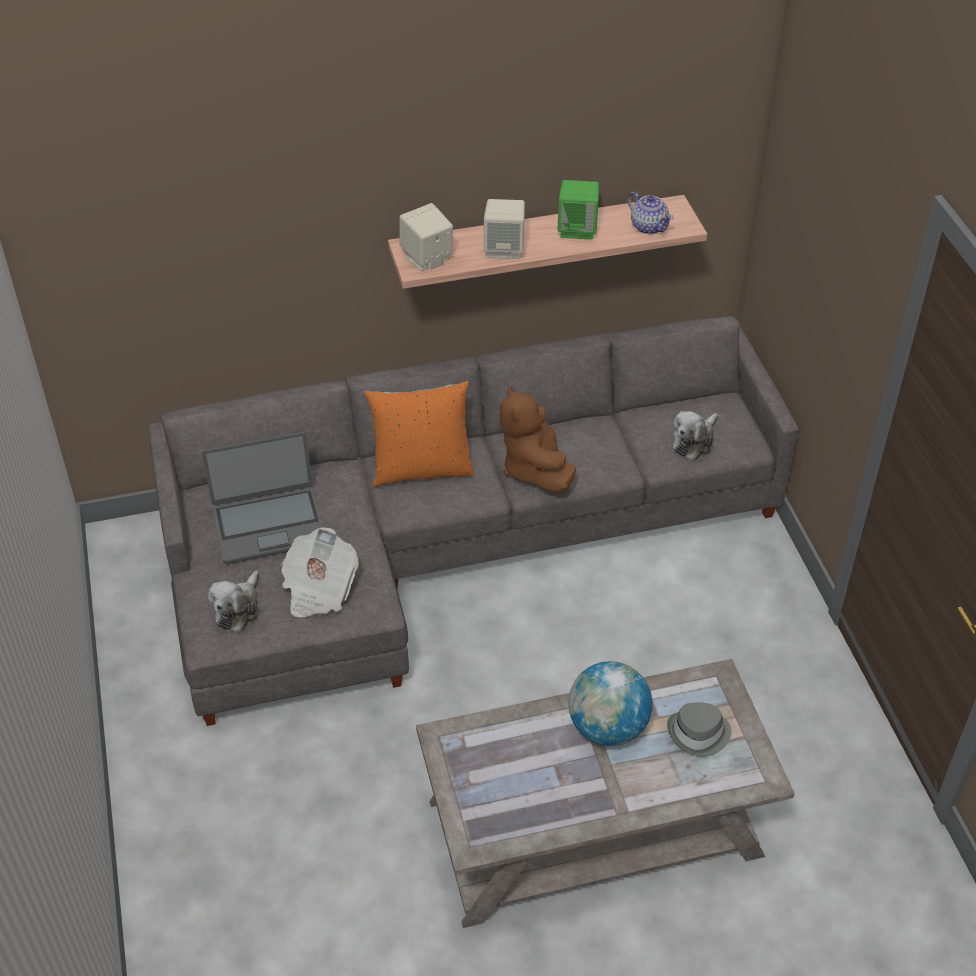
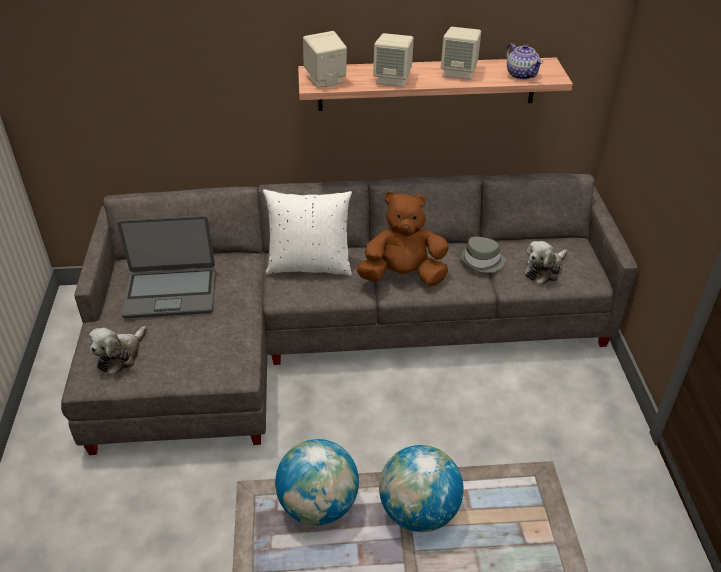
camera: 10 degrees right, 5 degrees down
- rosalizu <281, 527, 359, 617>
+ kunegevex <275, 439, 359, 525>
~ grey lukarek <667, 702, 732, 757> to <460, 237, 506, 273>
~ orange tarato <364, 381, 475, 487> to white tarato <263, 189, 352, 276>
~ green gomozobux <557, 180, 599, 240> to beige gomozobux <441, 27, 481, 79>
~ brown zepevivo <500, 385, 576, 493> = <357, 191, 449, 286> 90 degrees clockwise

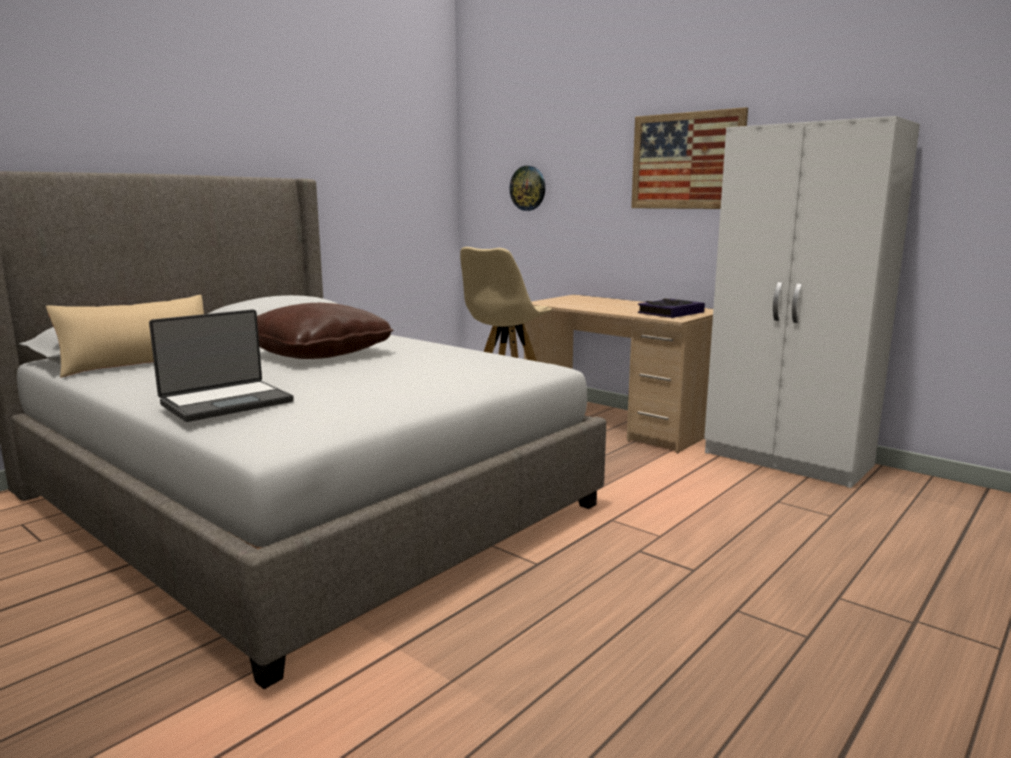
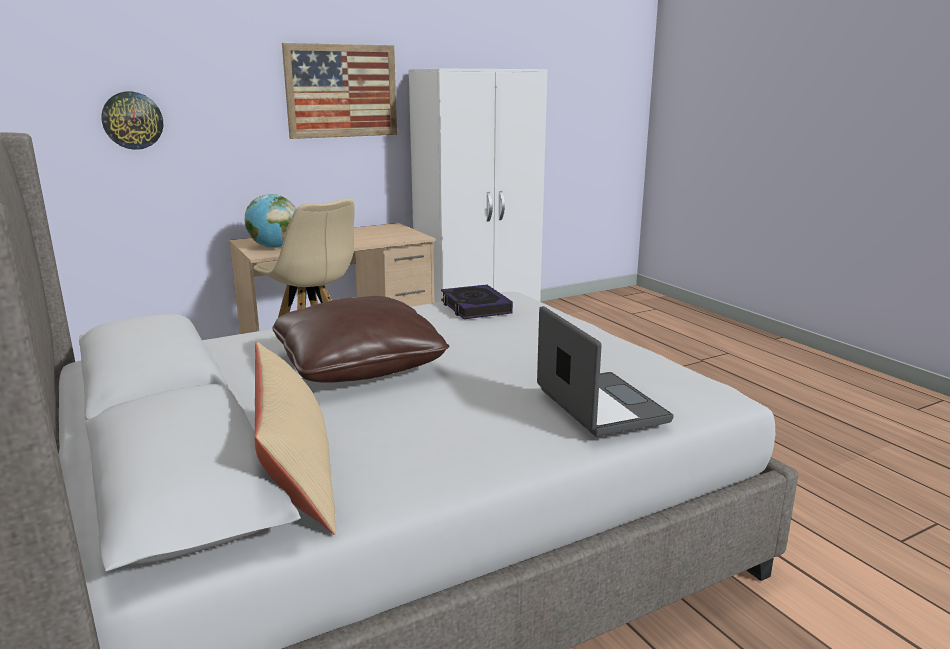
camera: 70 degrees left, 5 degrees up
+ kunegevex <245, 194, 296, 248>
~ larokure <638, 299, 705, 318> to <441, 285, 513, 319>

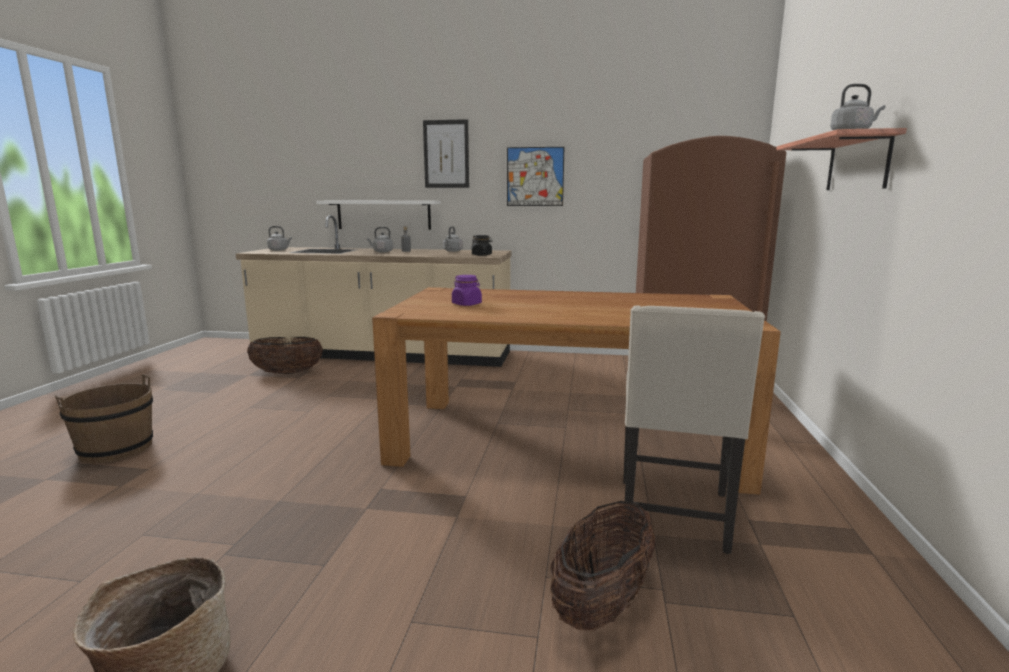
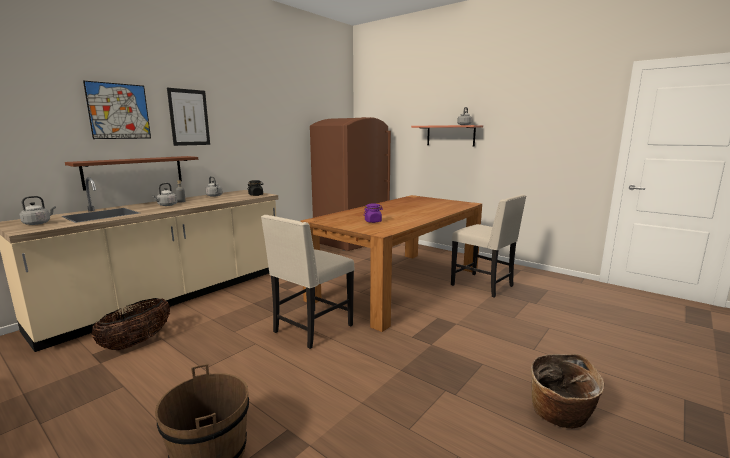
camera: 60 degrees left, 0 degrees up
- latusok <550, 501, 656, 631>
+ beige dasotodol <261, 215, 354, 349>
~ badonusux <507, 147, 564, 206> to <83, 81, 151, 139>
~ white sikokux <316, 201, 440, 230> to brown sikokux <65, 156, 198, 191>

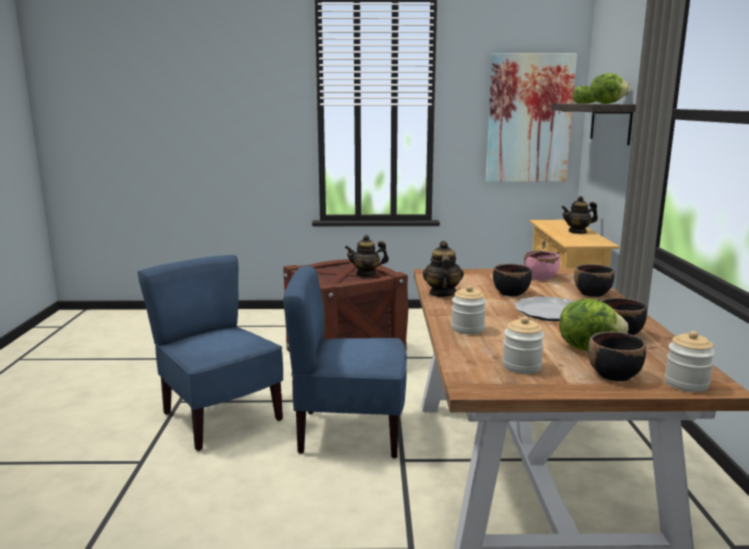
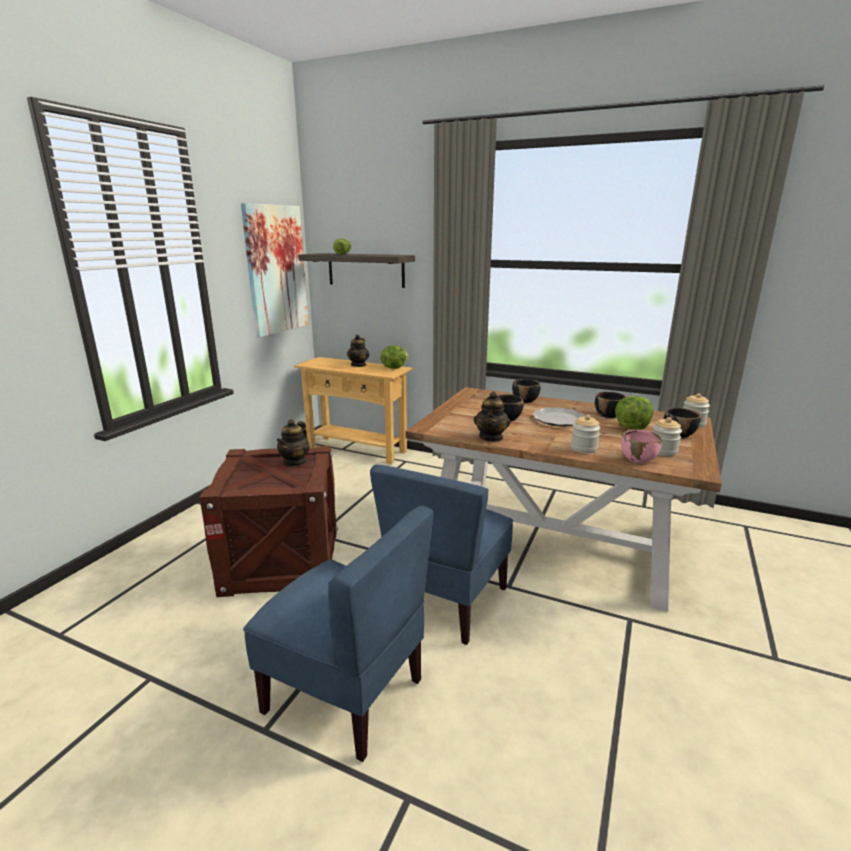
camera: 65 degrees left, 5 degrees up
~ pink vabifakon <524, 251, 560, 280> to <621, 430, 662, 464>
~ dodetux <590, 73, 630, 104> to <381, 346, 408, 369>
~ blue dasotodol <138, 255, 283, 451> = <243, 506, 434, 762> 135 degrees counterclockwise
~ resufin <423, 241, 464, 297> = <474, 392, 510, 442> 105 degrees counterclockwise

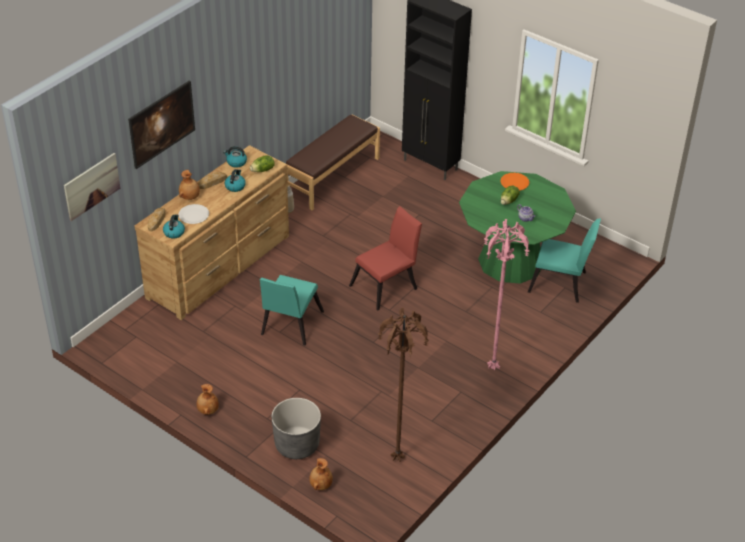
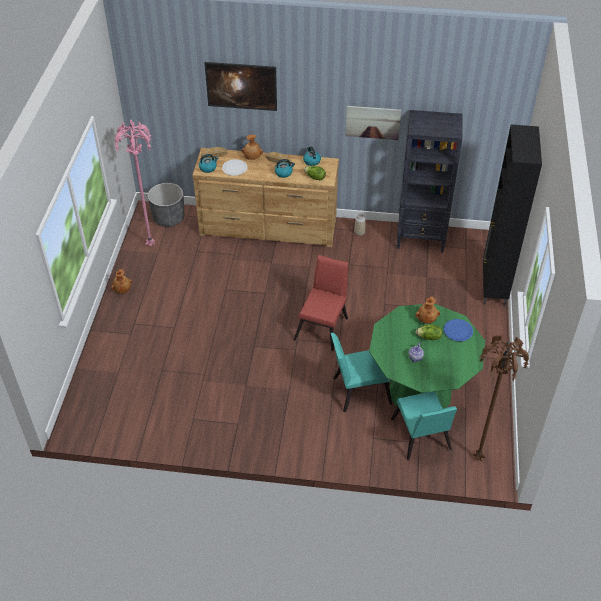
camera: 60 degrees right, 5 degrees up
~ badonusux <64, 153, 120, 221> to <346, 106, 401, 140>
~ turquoise dasotodol <260, 275, 324, 345> to <331, 333, 392, 412>
~ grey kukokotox <271, 398, 321, 459> to <148, 183, 185, 227>
~ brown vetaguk <309, 458, 333, 490> to <415, 296, 440, 324>
~ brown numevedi <378, 308, 429, 461> to <472, 335, 529, 462>
~ pink numevedi <484, 219, 530, 371> to <115, 120, 155, 246>
~ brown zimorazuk <285, 115, 380, 211> to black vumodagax <397, 110, 463, 252>
~ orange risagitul <500, 173, 529, 191> to blue risagitul <444, 319, 473, 341>
~ red dasotodol <349, 206, 422, 311> = <294, 255, 348, 351> 90 degrees counterclockwise

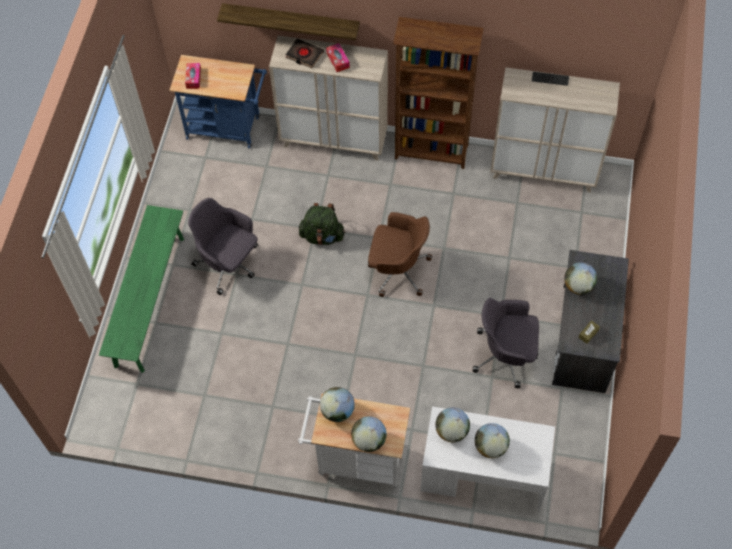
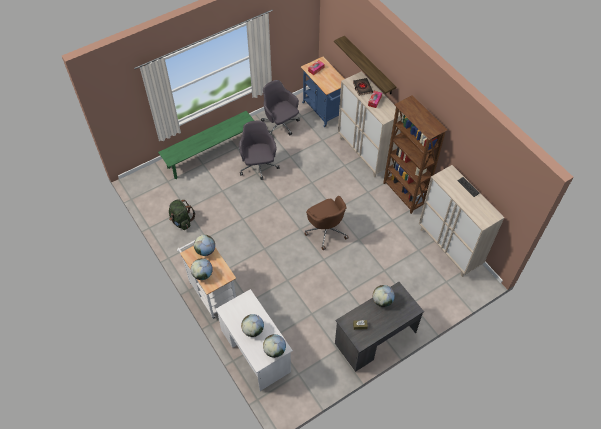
camera: 45 degrees right, 5 degrees down
~ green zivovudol <299, 203, 345, 245> to <169, 199, 195, 230>
~ kunegevex <435, 408, 470, 442> to <263, 334, 286, 358>
~ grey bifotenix <473, 298, 539, 388> to <261, 80, 300, 135>

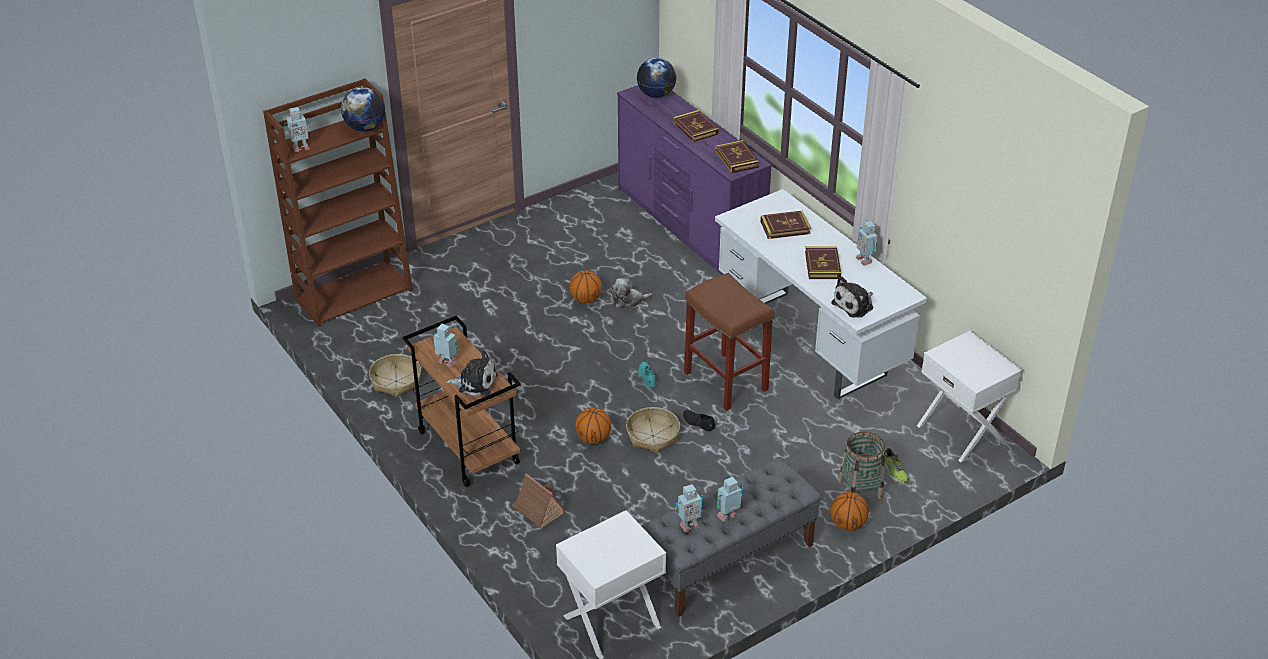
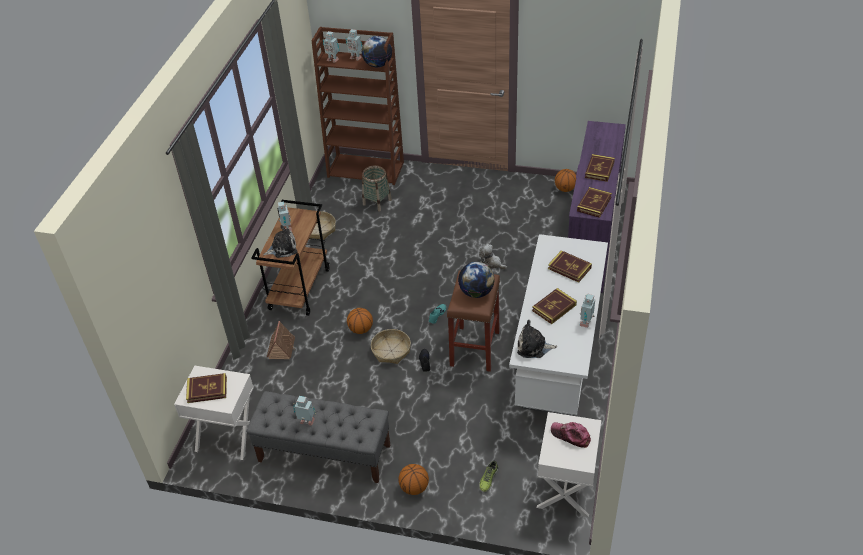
camera: 50 degrees right, 5 degrees up
+ larokure <186, 373, 227, 403>
+ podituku <551, 422, 591, 448>
~ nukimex <569, 270, 602, 303> to <555, 169, 576, 192>
~ kunegevex <637, 58, 677, 98> to <458, 262, 495, 298>
~ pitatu <675, 484, 703, 532> to <346, 29, 362, 60>
~ latusok <838, 432, 885, 499> to <362, 165, 392, 212>
~ zepevivo <446, 351, 497, 397> = <263, 225, 298, 258> 75 degrees counterclockwise

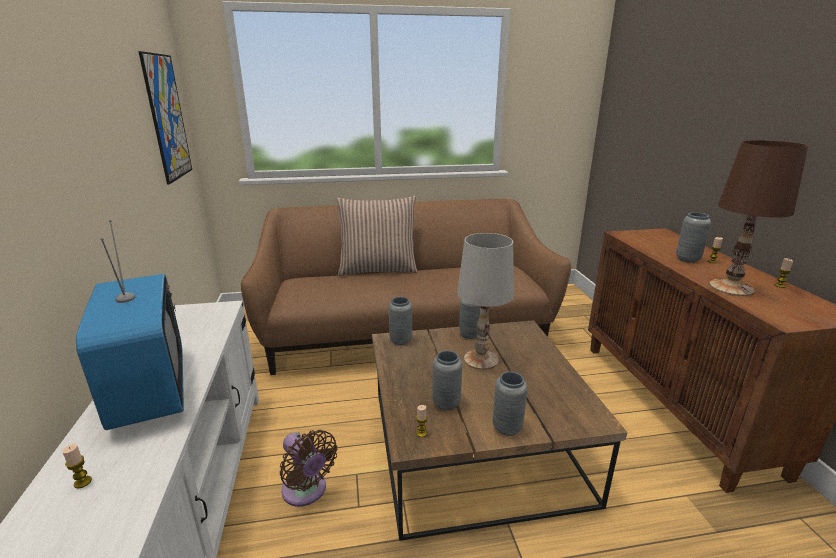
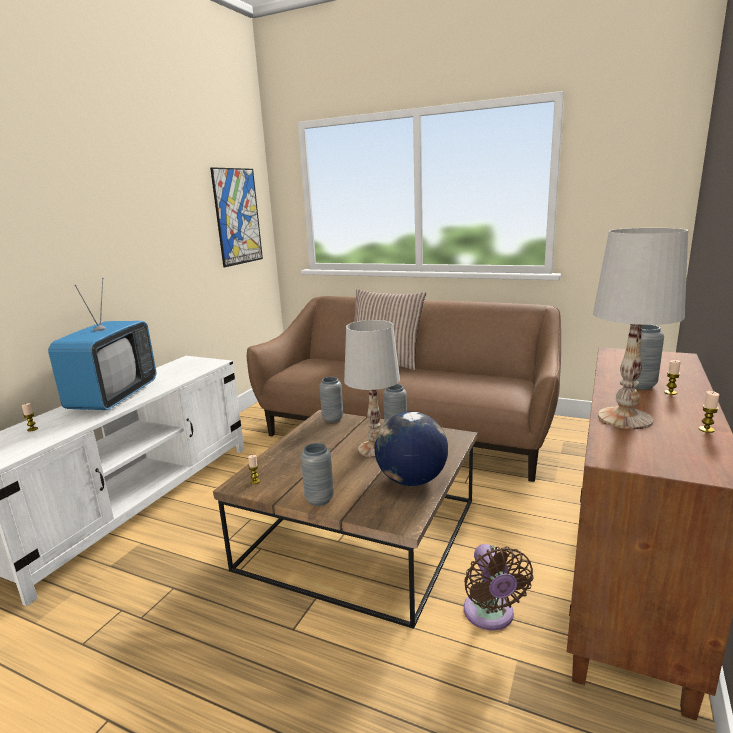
camera: 35 degrees right, 5 degrees down
- grey vetaguk <432, 351, 462, 410>
+ kunegevex <374, 412, 448, 486>
~ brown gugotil <280, 430, 338, 507> to <464, 544, 534, 630>
~ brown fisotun <709, 140, 808, 296> to white fisotun <593, 228, 688, 429>

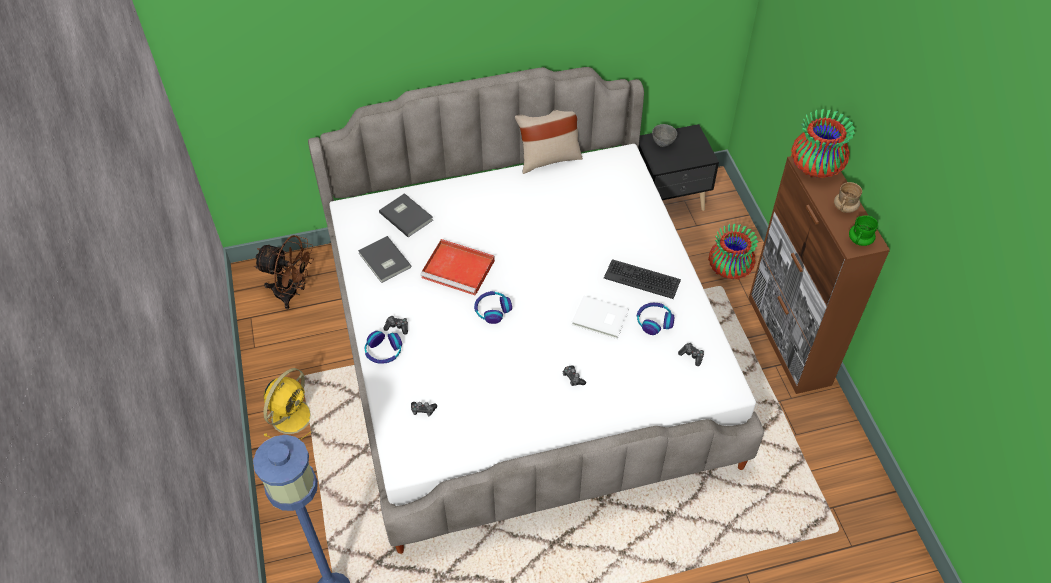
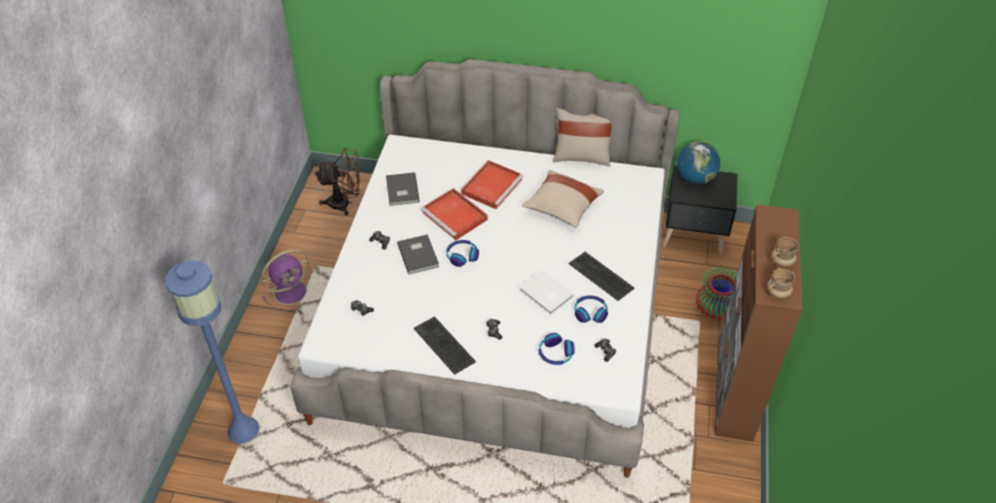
camera: 25 degrees right, 5 degrees down
- vetaguk <791, 109, 855, 178>
+ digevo <414, 316, 476, 375>
+ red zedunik <461, 160, 524, 209>
+ beige tarato <522, 170, 604, 228>
~ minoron <365, 331, 402, 364> to <538, 333, 575, 365>
~ grey larokure <379, 193, 433, 237> to <397, 234, 439, 274>
~ grey vabifakon <652, 124, 677, 147> to kunegevex <677, 141, 721, 184>
~ yellow gugotil <263, 368, 311, 440> to purple gugotil <261, 250, 310, 311>
~ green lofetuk <849, 215, 878, 246> to beige lofetuk <767, 268, 795, 298>
~ brown gugotil <254, 235, 314, 309> = <315, 148, 360, 215> 45 degrees counterclockwise

